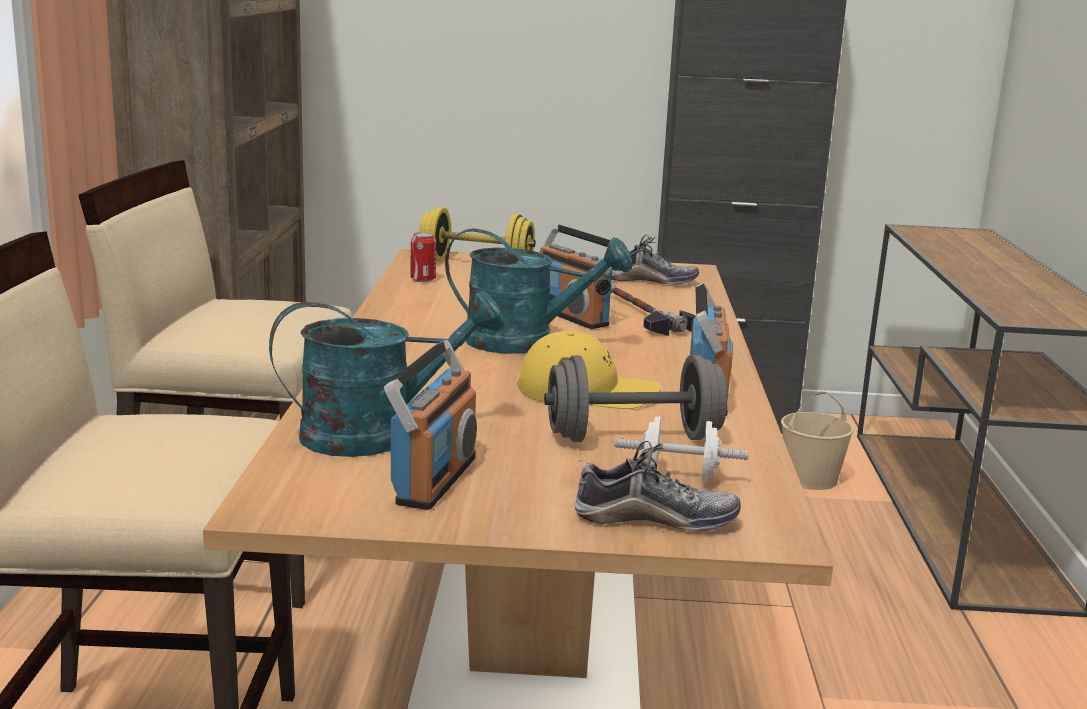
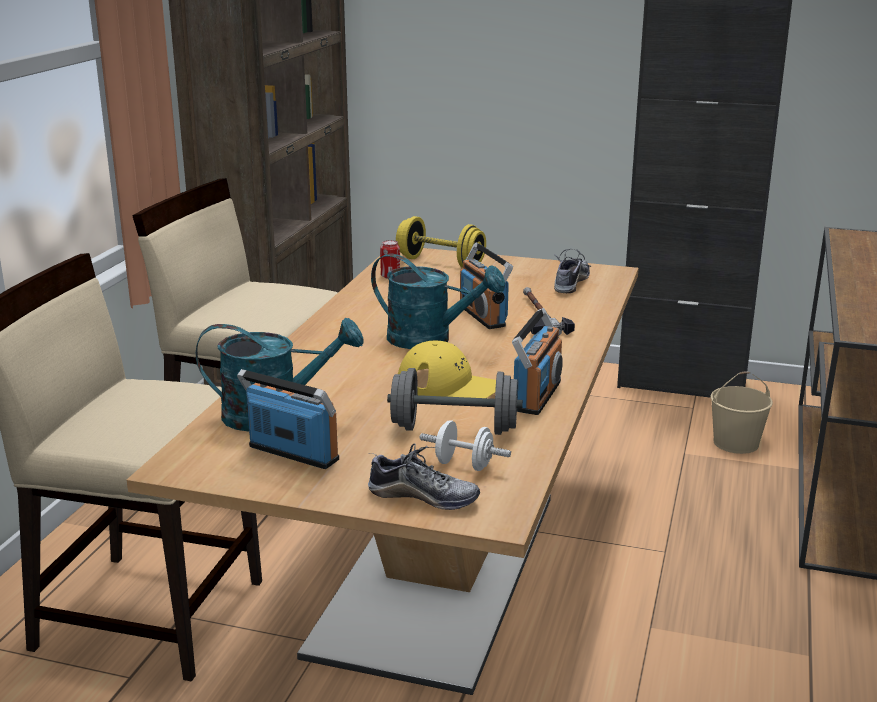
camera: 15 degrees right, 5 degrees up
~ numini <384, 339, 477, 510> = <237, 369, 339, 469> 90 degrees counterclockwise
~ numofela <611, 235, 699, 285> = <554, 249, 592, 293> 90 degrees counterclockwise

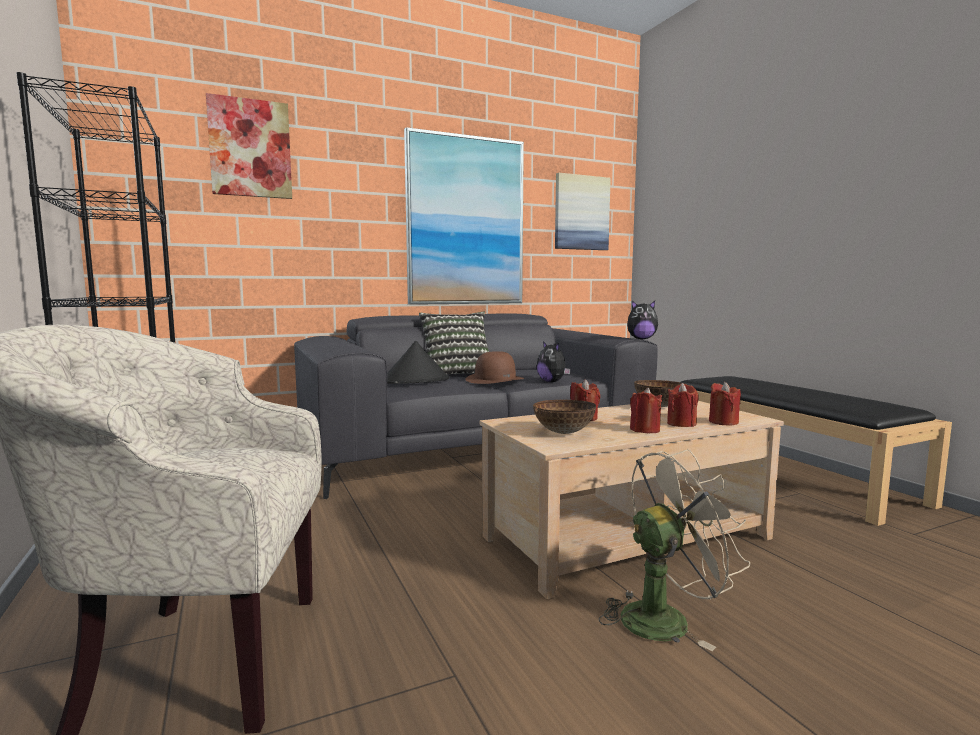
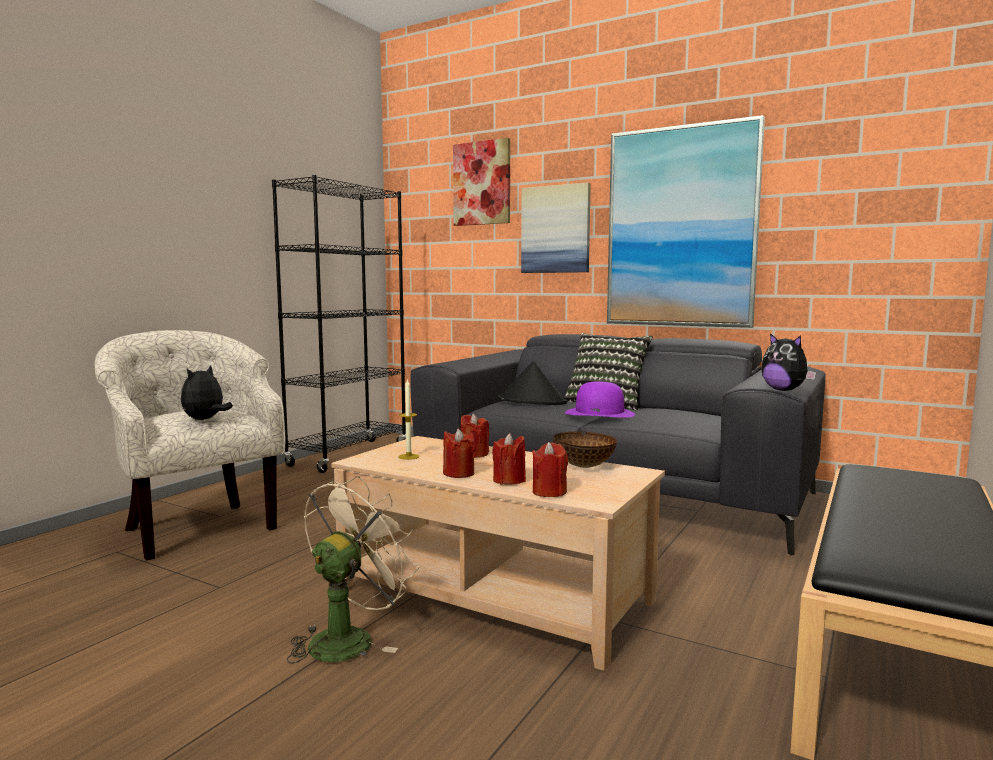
camera: 55 degrees right, 0 degrees up
~ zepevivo <537, 341, 571, 382> to <181, 365, 233, 420>
~ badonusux <555, 173, 611, 250> to <521, 182, 591, 273>
~ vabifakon <533, 399, 596, 434> to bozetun <398, 379, 419, 460>
~ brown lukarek <465, 351, 525, 384> to purple lukarek <565, 382, 635, 418>
~ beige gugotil <599, 449, 750, 651> = <287, 476, 419, 664> 90 degrees counterclockwise

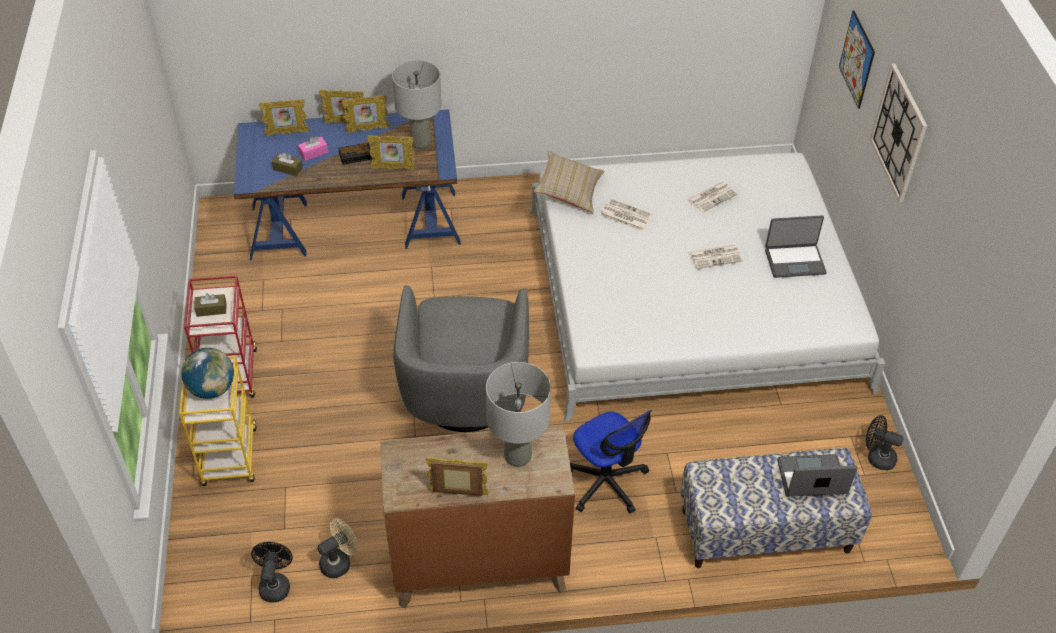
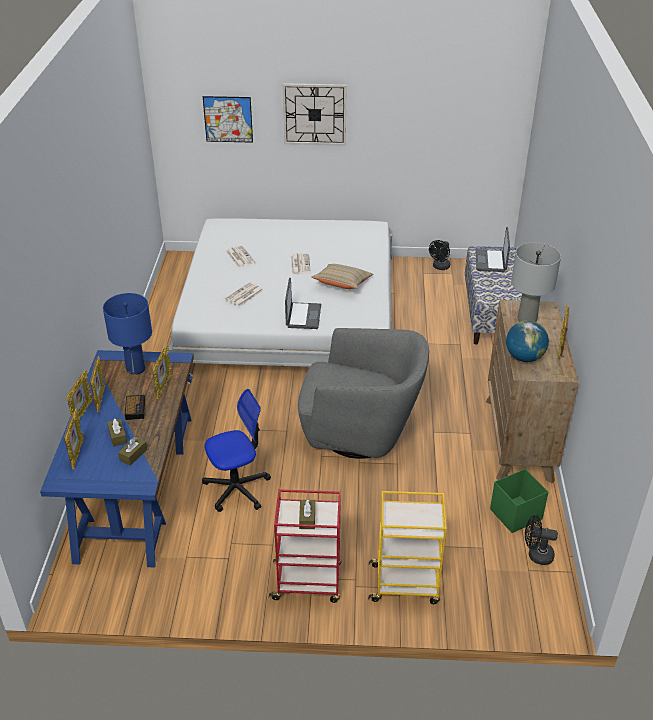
camera: 80 degrees left, 10 degrees down
~ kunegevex <181, 348, 234, 399> to <506, 320, 549, 362>
~ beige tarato <534, 151, 604, 213> to <311, 264, 374, 289>
~ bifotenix <570, 410, 652, 513> to <202, 389, 271, 512>
~ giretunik <765, 215, 827, 278> to <285, 278, 321, 329>
~ beige gugotil <317, 518, 358, 578> to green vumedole <490, 469, 548, 533>
~ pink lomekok <298, 136, 328, 161> to brown lomekok <107, 418, 127, 447>
~ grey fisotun <392, 60, 442, 149> to blue fisotun <103, 293, 152, 375>

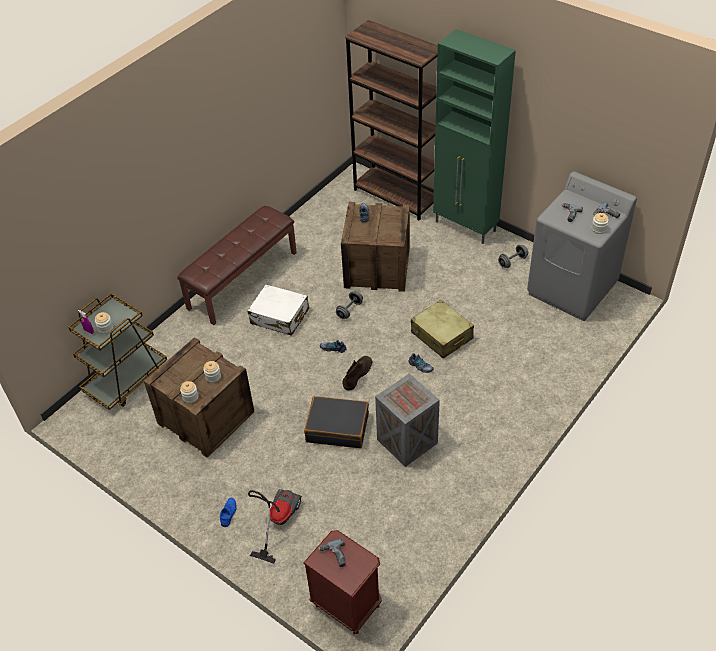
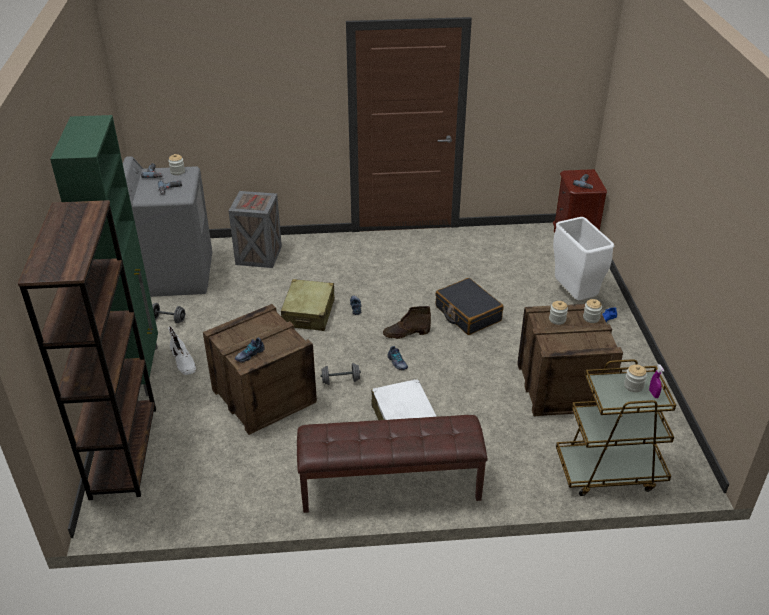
camera: 135 degrees left, 10 degrees down
+ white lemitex <168, 326, 196, 375>
~ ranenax <375, 373, 440, 467> to <229, 191, 282, 268>
~ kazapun <248, 489, 302, 564> to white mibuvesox <553, 217, 614, 300>

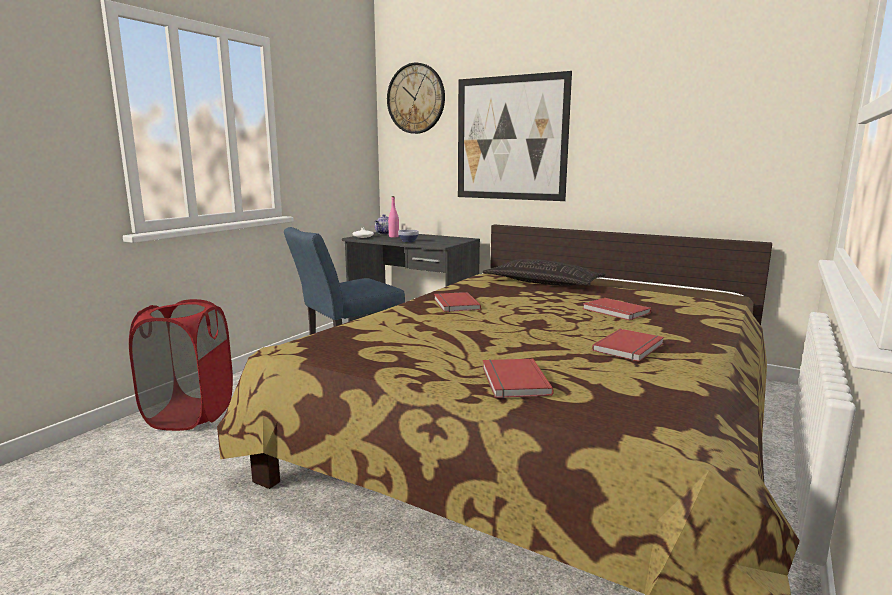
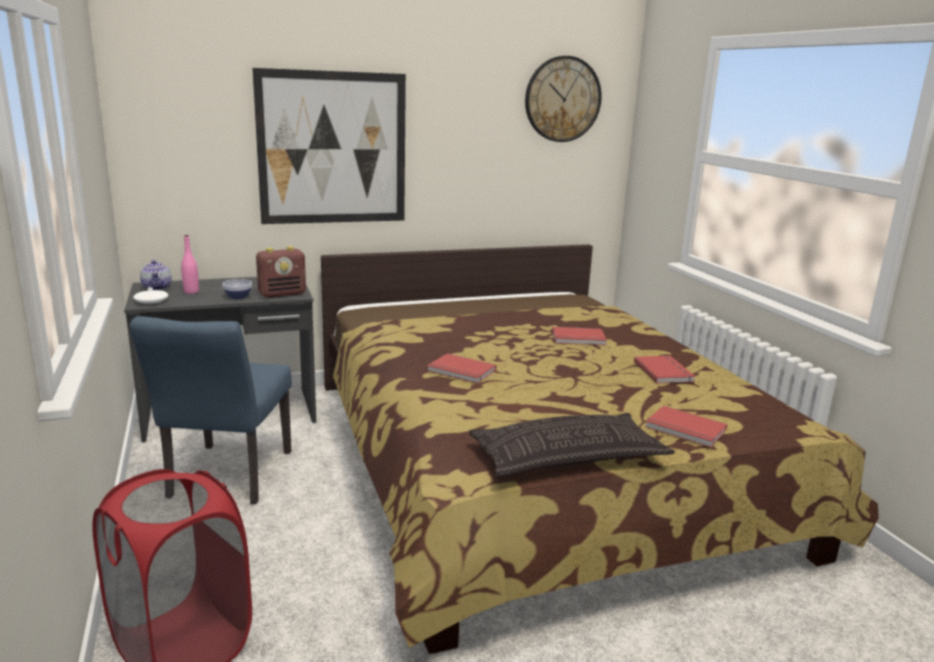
camera: 50 degrees left, 5 degrees up
+ numini <256, 246, 306, 298>
~ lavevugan <387, 63, 445, 134> to <525, 56, 602, 142>
~ tarato <483, 259, 606, 286> to <469, 413, 675, 477>

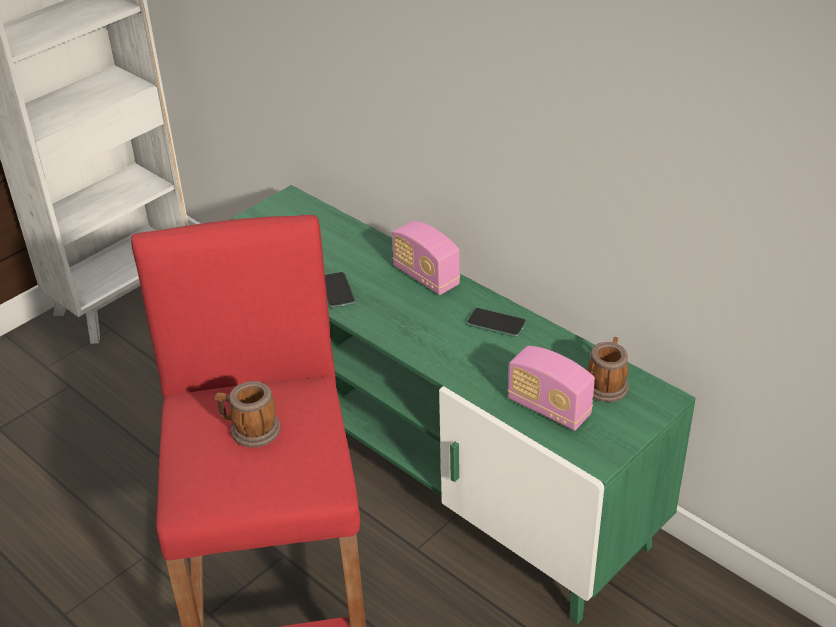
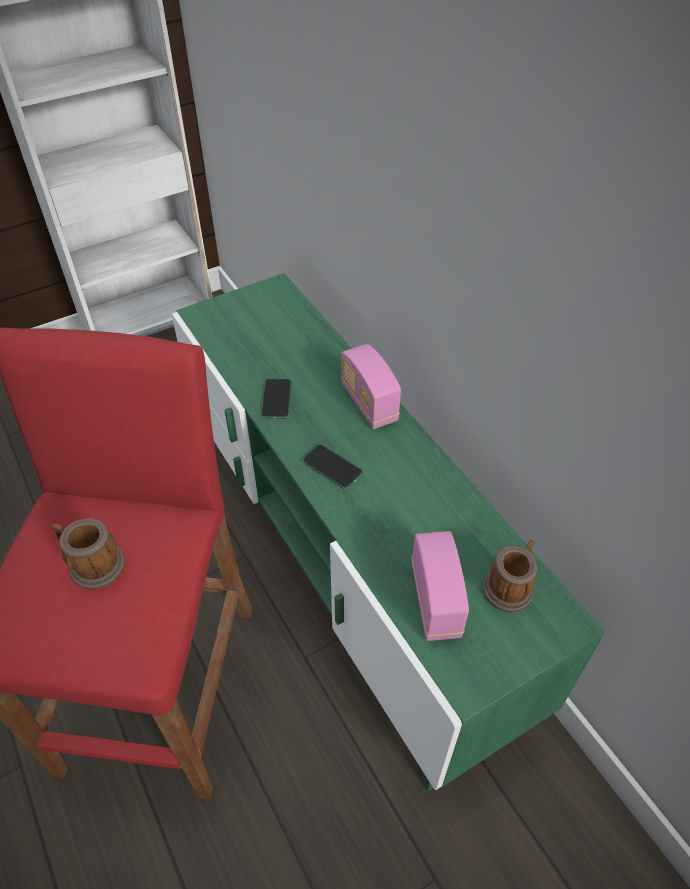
camera: 15 degrees right, 10 degrees up
~ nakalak <467, 308, 526, 337> to <303, 445, 363, 489>
~ numini <508, 346, 595, 431> = <411, 531, 469, 641> 150 degrees counterclockwise

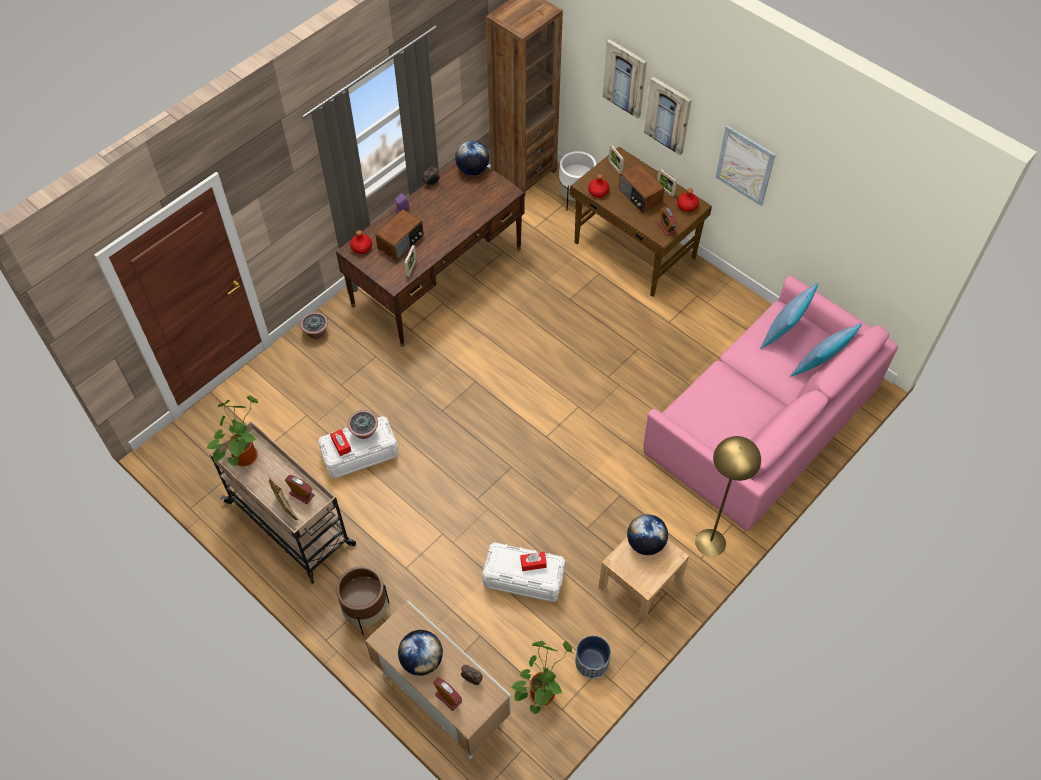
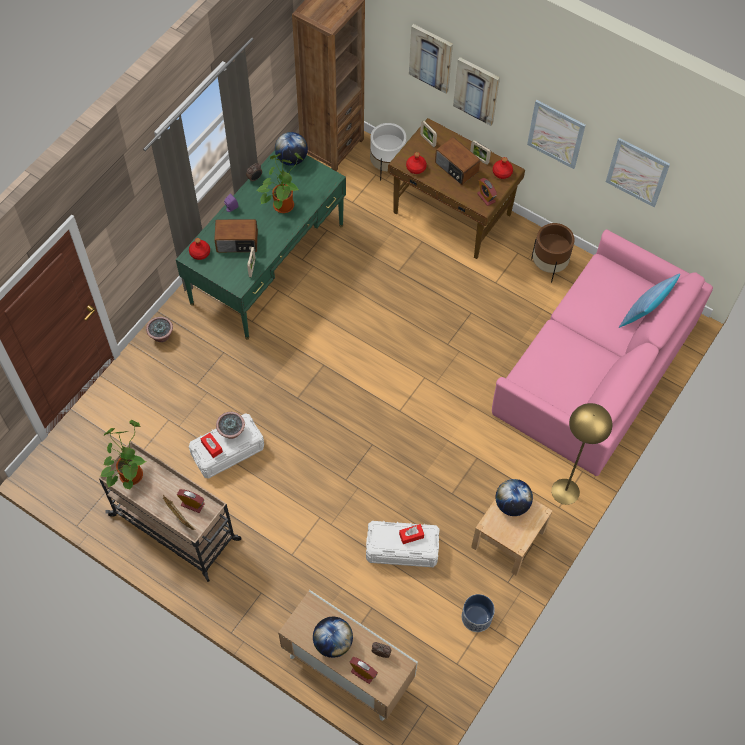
camera: 10 degrees left, 5 degrees up
- tarato <760, 283, 818, 349>
+ badonusux <606, 138, 670, 207>
~ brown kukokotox <336, 566, 389, 635> to <531, 223, 575, 282>
~ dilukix <511, 641, 573, 715> to <257, 153, 303, 213>
~ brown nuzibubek <336, 161, 525, 347> to green nuzibubek <176, 150, 346, 339>
~ numini <375, 209, 424, 260> = <214, 219, 258, 252> 60 degrees clockwise

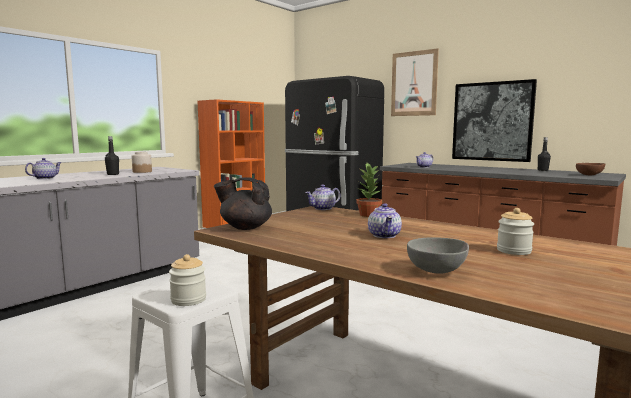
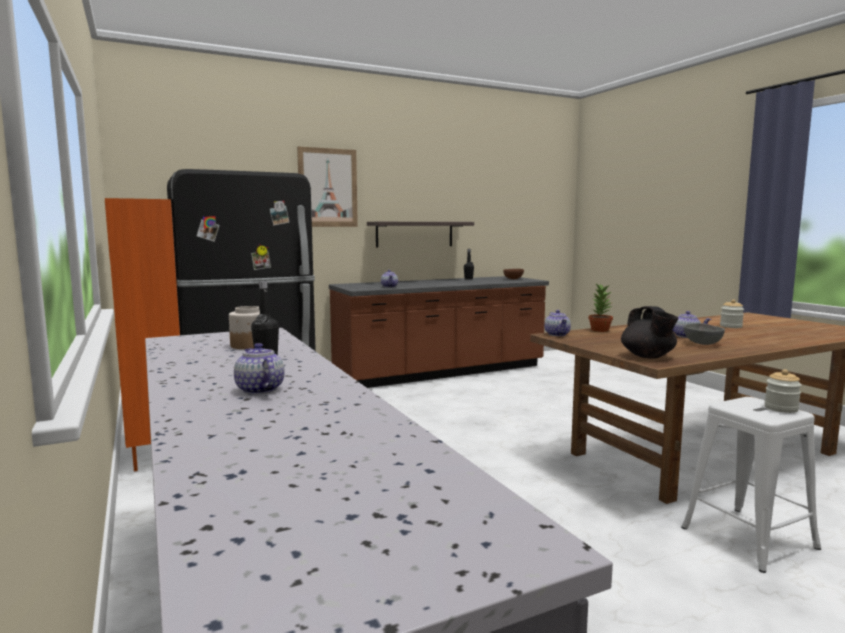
camera: 65 degrees left, 0 degrees up
~ grey vabifakon <407, 237, 469, 274> to <684, 323, 725, 345>
~ badonusux <452, 79, 537, 162> to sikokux <367, 222, 474, 248>
~ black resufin <214, 177, 272, 230> = <621, 306, 679, 359> 45 degrees counterclockwise

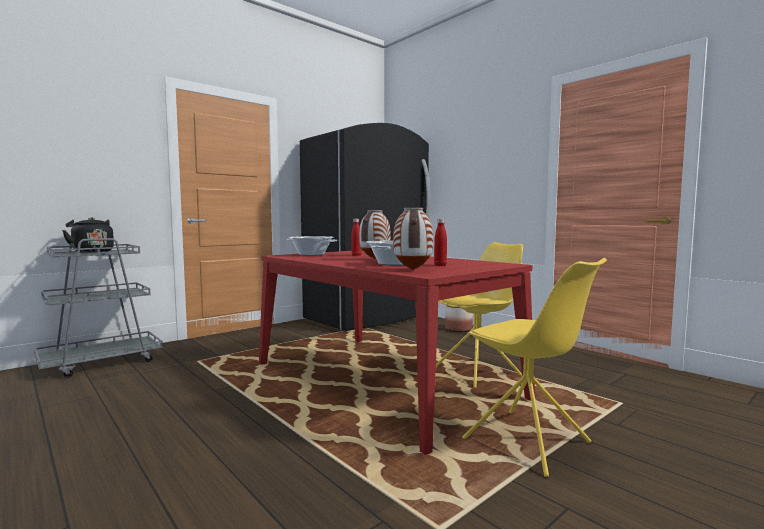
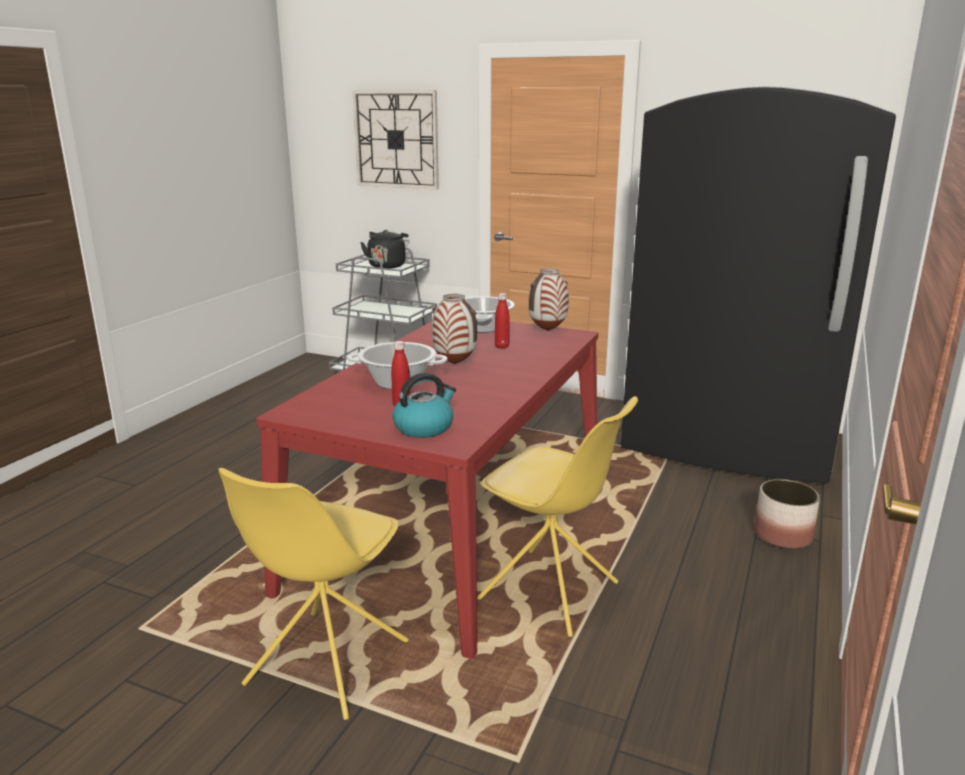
camera: 65 degrees right, 15 degrees up
+ lavevugan <352, 90, 439, 190>
+ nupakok <392, 373, 456, 438>
~ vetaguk <393, 208, 433, 270> to <529, 269, 569, 331>

